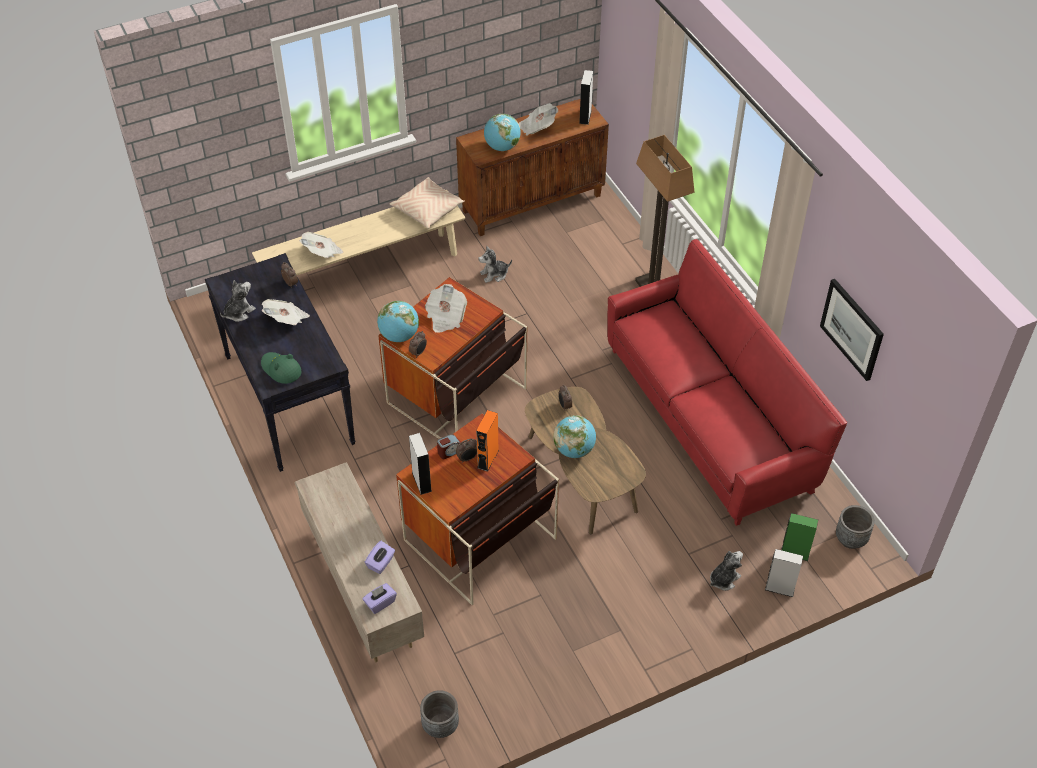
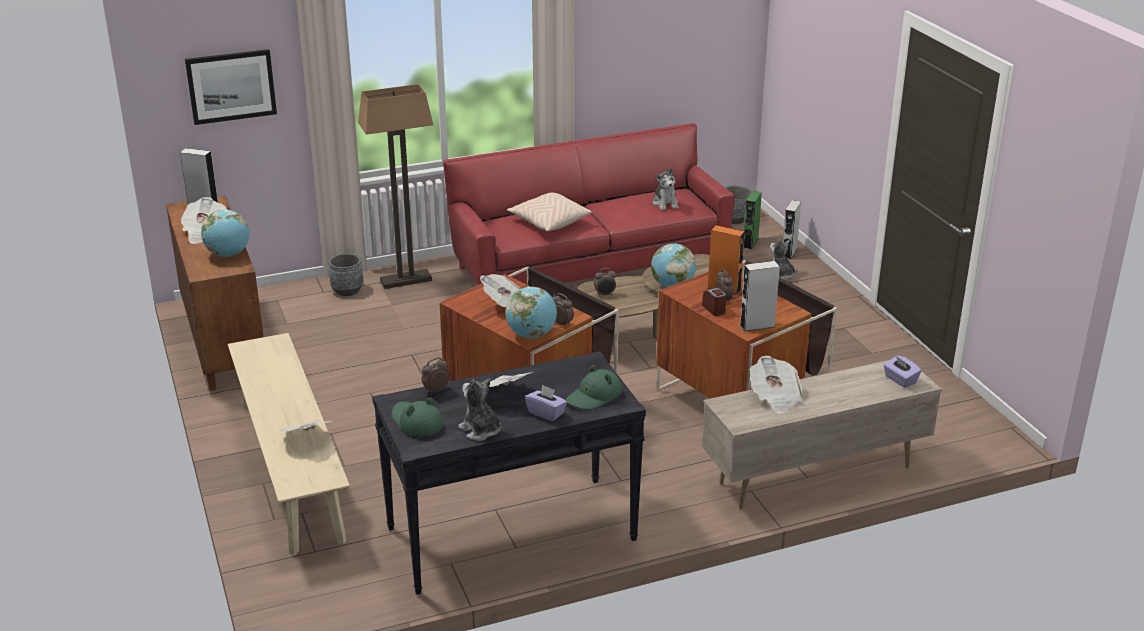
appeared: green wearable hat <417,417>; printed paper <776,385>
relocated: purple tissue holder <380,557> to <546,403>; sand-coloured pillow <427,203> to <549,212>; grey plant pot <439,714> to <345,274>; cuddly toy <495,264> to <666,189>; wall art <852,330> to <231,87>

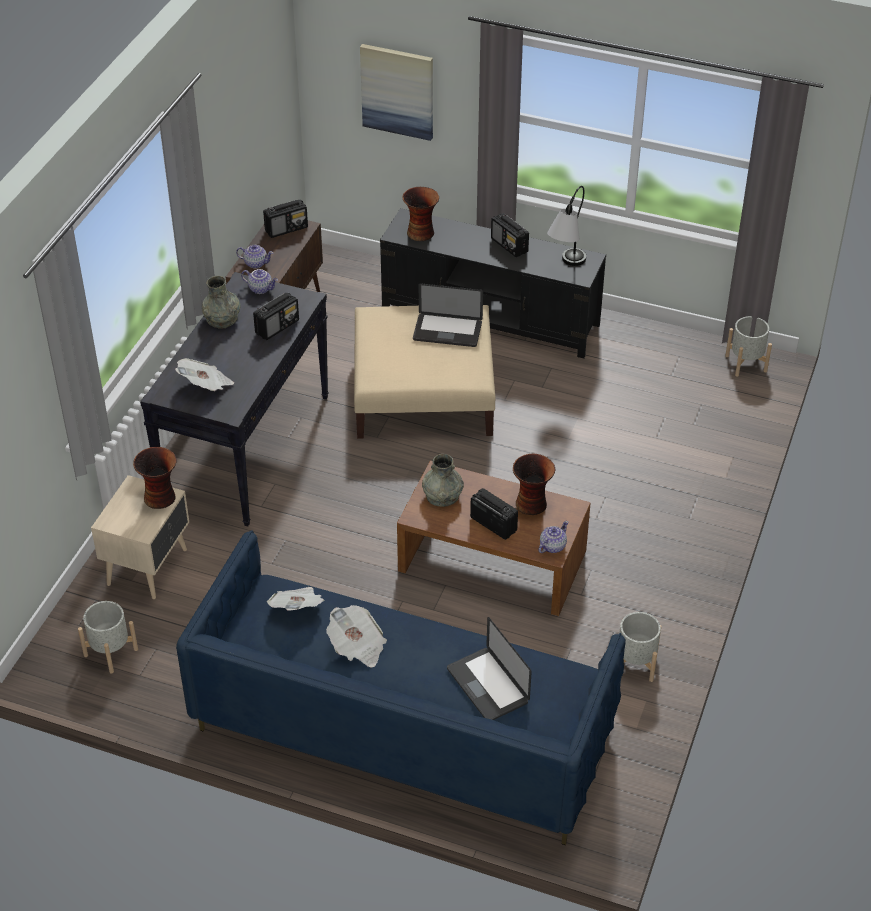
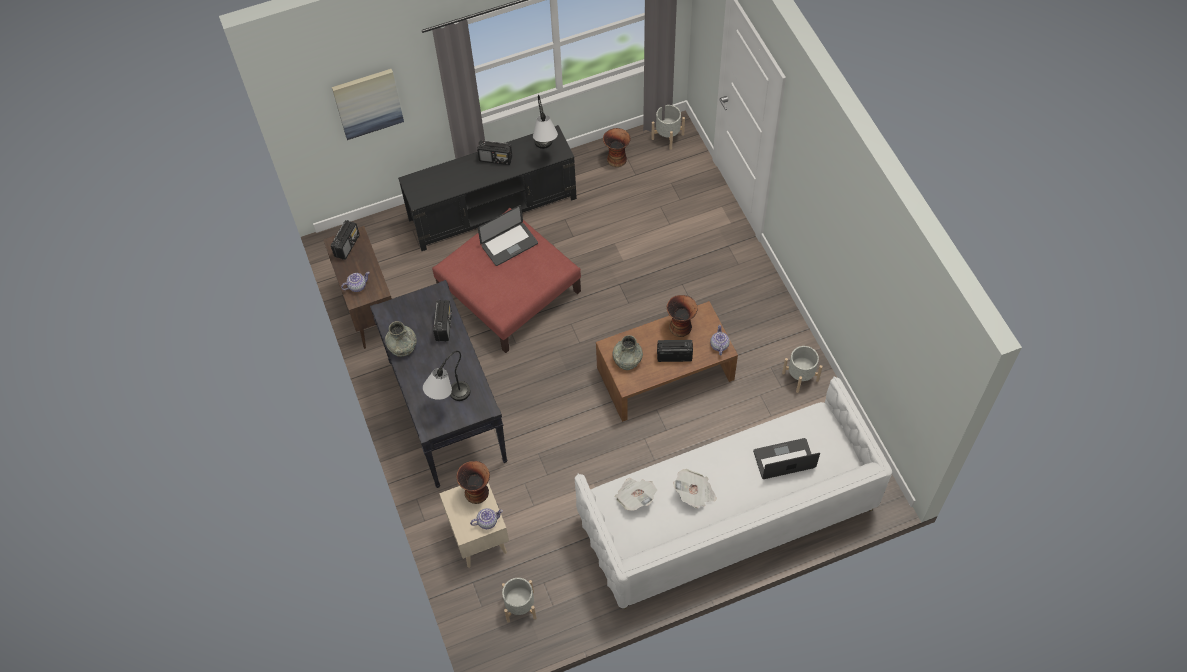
relocated: pot for tea <259,281> to <486,518>; flower vase <421,214> to <616,147>
exchanged: printed paper <204,374> to table lamp <447,376>
colour: blue settee <401,688> to white-coloured settee <733,493>; sand-coloured footrest <425,372> to red-coloured footrest <506,280>
spun: notebook computer <489,668> = <786,458> 150 degrees clockwise

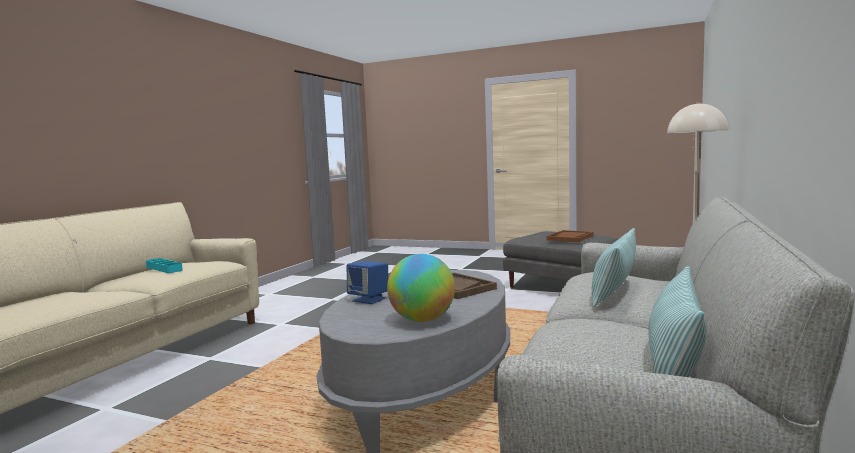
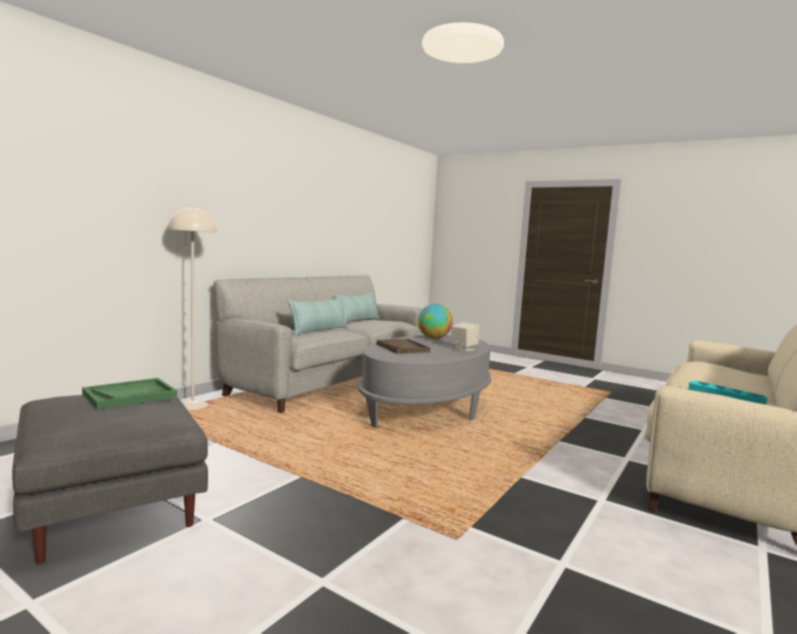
colour: blue speaker <367,282> to sand-coloured speaker <465,337>; brown-coloured carrying tray <569,236> to green carrying tray <129,394>

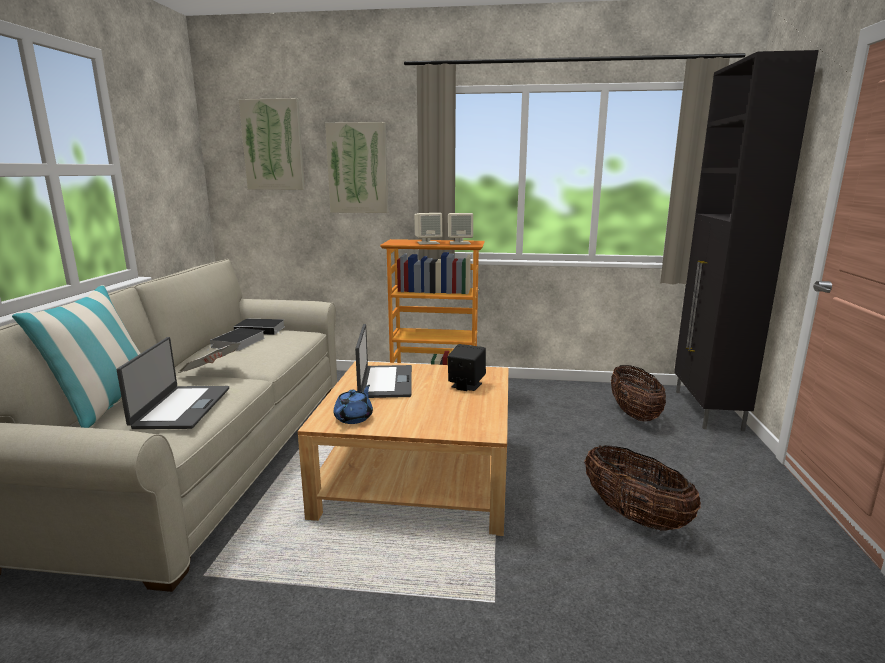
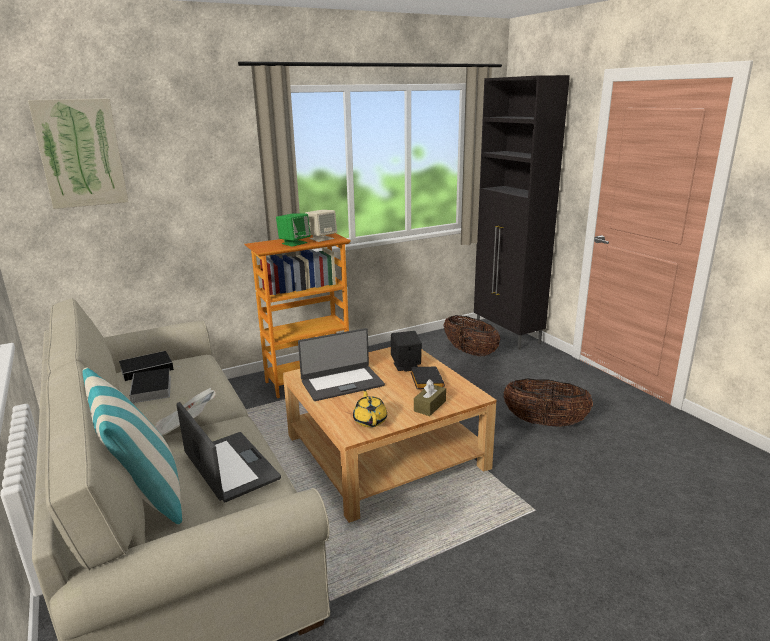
missing: wall art <356,167>
appeared: black book <428,378>; brown-coloured tissue holder <430,397>
colour: blue pot for tea <353,404> to yellow pot for tea <370,408>; sand-coloured speaker <428,229> to green speaker <293,230>
spun: notebook computer <383,361> = <341,364> 105 degrees clockwise

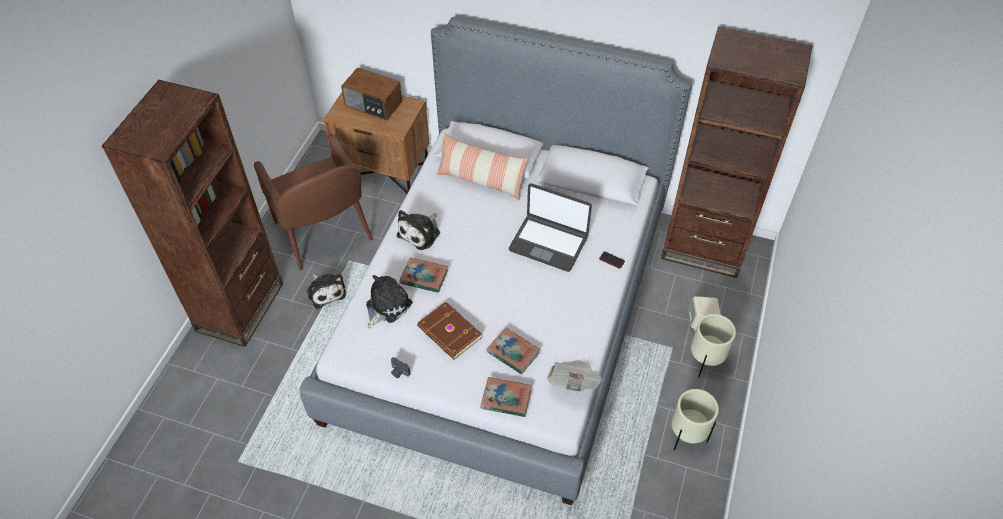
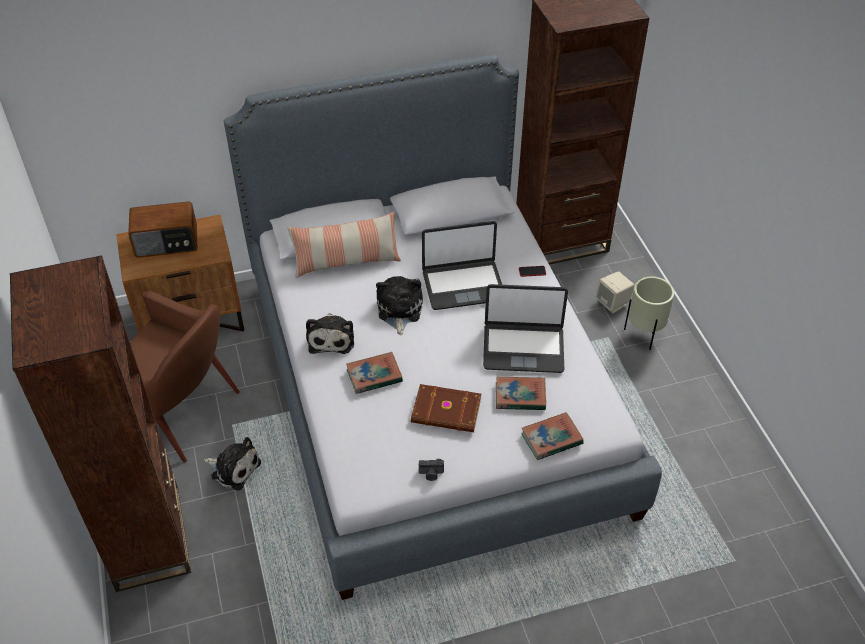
missing: printed paper <575,375>; sand-coloured plant pot <695,420>
appeared: notebook computer <525,328>
relocated: cuddly toy <389,302> to <399,305>

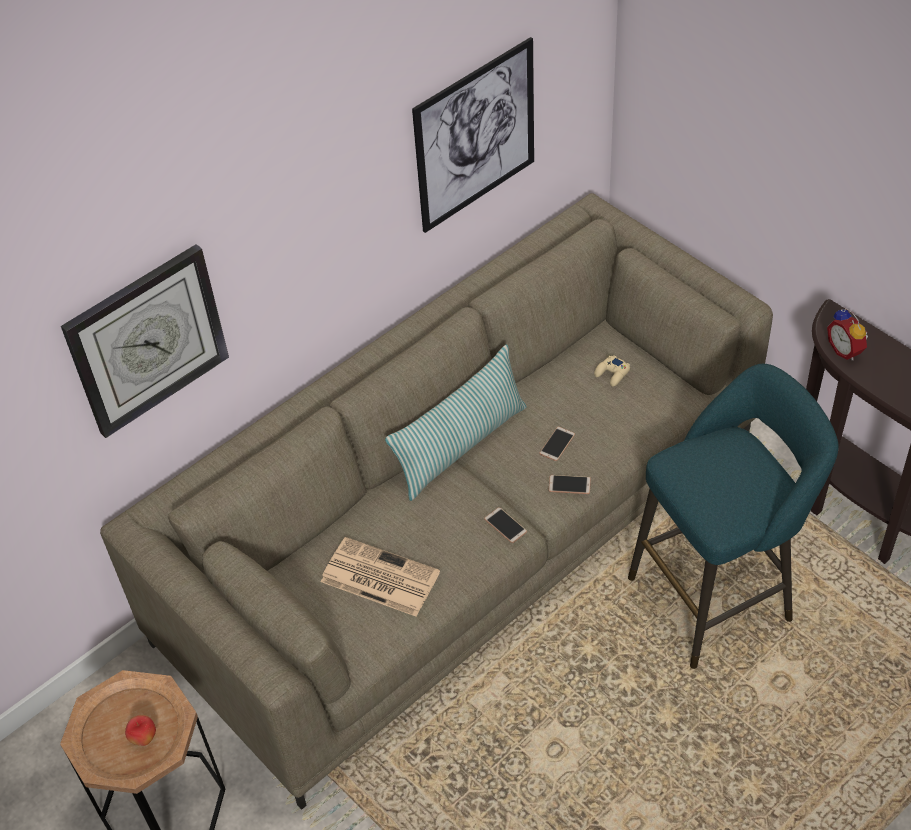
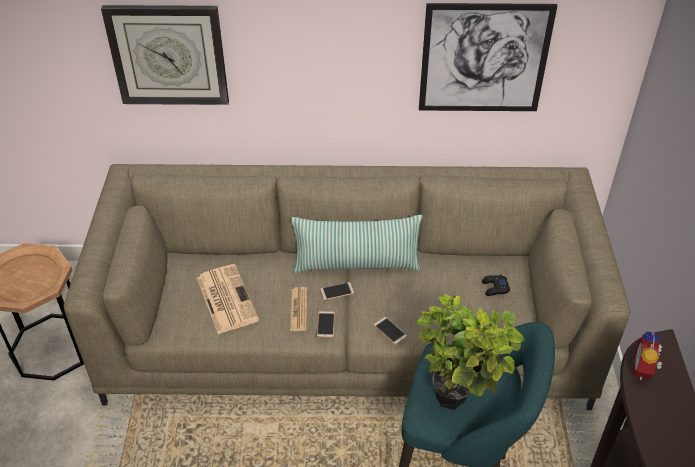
missing: apple <140,730>
appeared: printed paper <298,309>; houseplant <470,352>
relocated: handset <557,443> to <337,291>
colour: sand-coloured gamepad <612,371> to black gamepad <496,285>

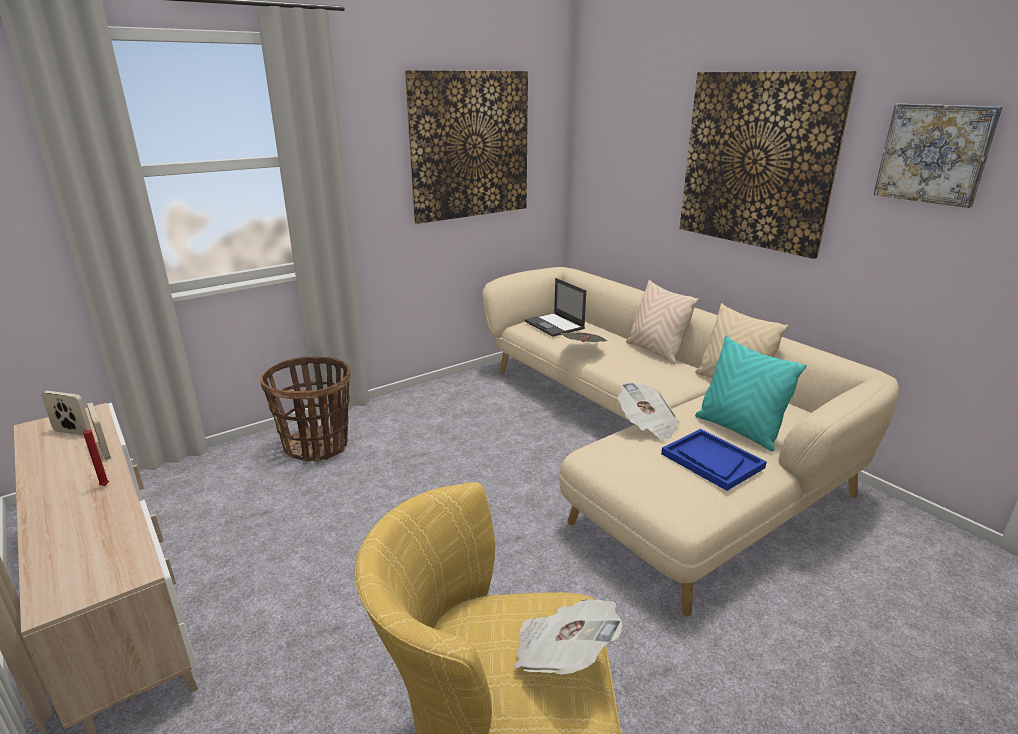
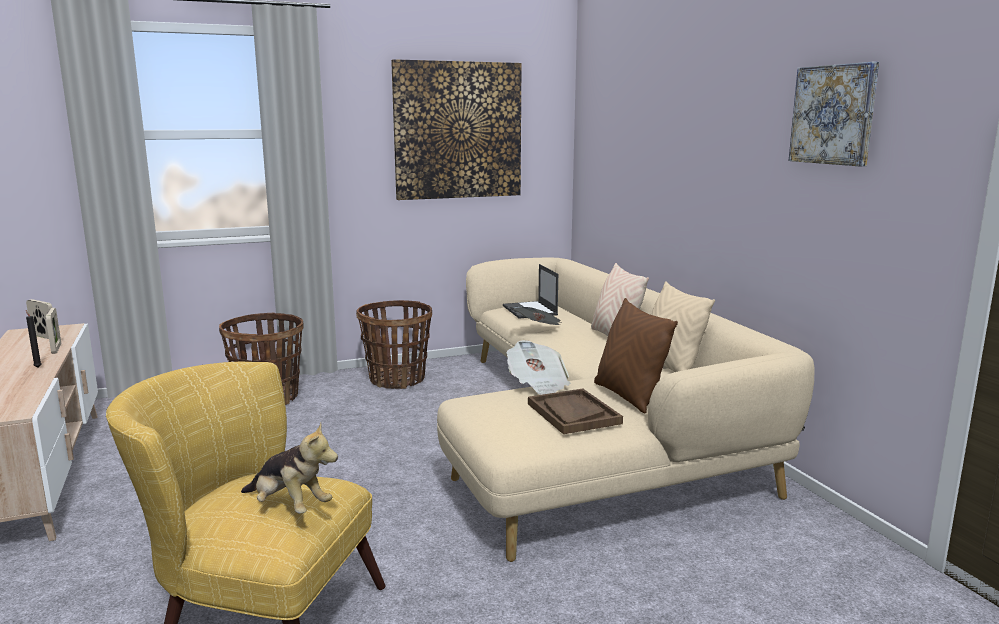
missing: wall art <768,165>
appeared: household basket <394,344>
exchanged: printed paper <568,637> to cuddly toy <289,468>
colour: red-coloured candle <94,455> to black candle <34,338>; blue carrying tray <714,460> to brown-coloured carrying tray <575,411>; turquoise-coloured pillow <751,394> to brown-coloured pillow <636,355>

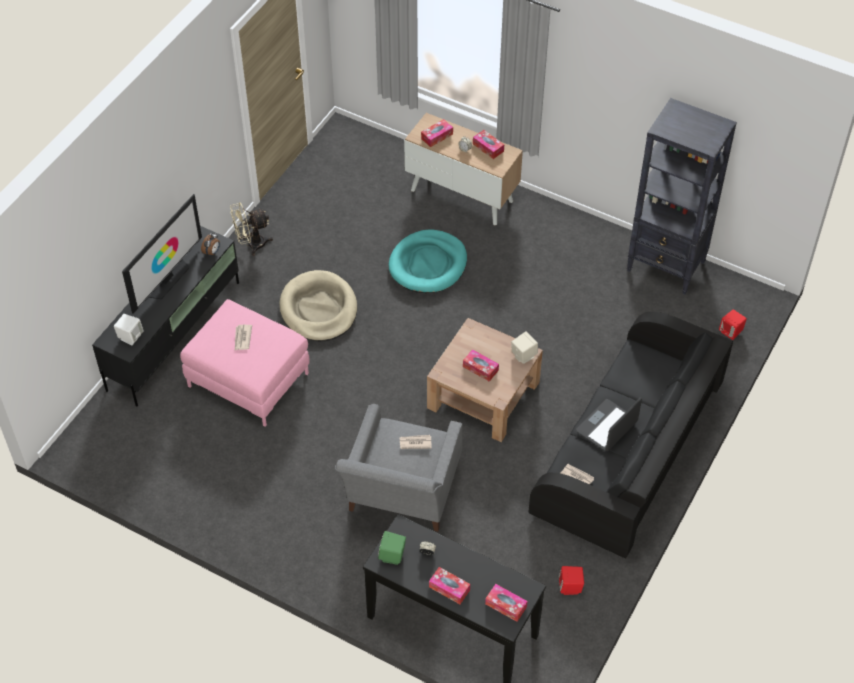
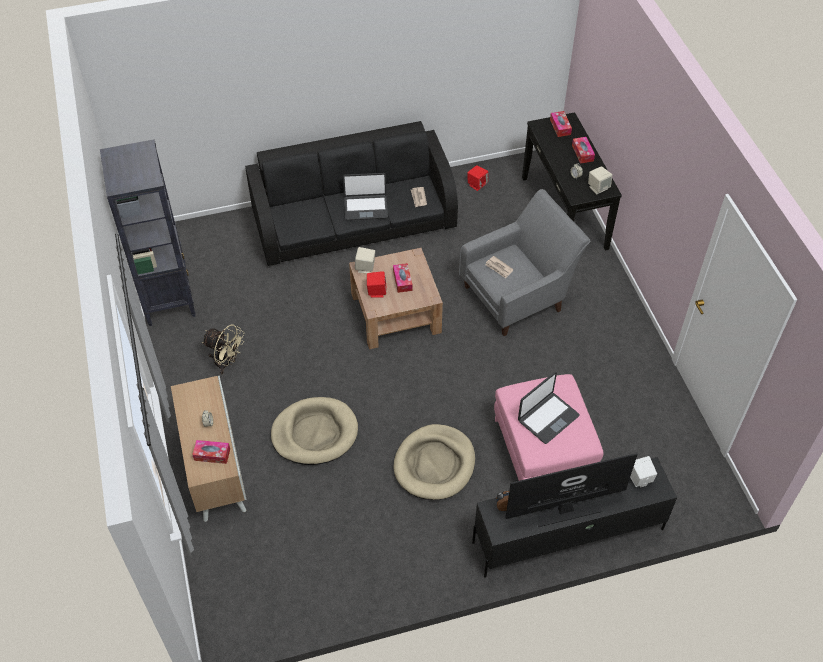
missing: tissue holder <488,144>
relocated: sand-coloured fan <251,229> to <223,349>; red-coloured speaker <733,325> to <377,284>
exchanged: printed paper <243,337> to notebook computer <548,408>
colour: green speaker <392,548> to sand-coloured speaker <600,180>; turquoise-coloured pet bed <428,261> to sand-coloured pet bed <314,431>

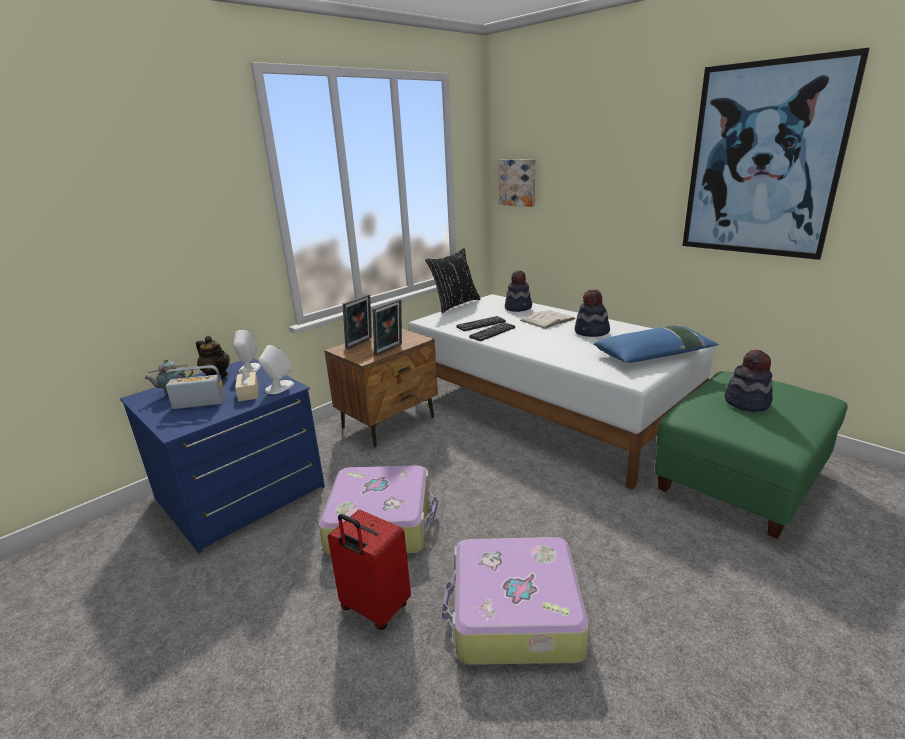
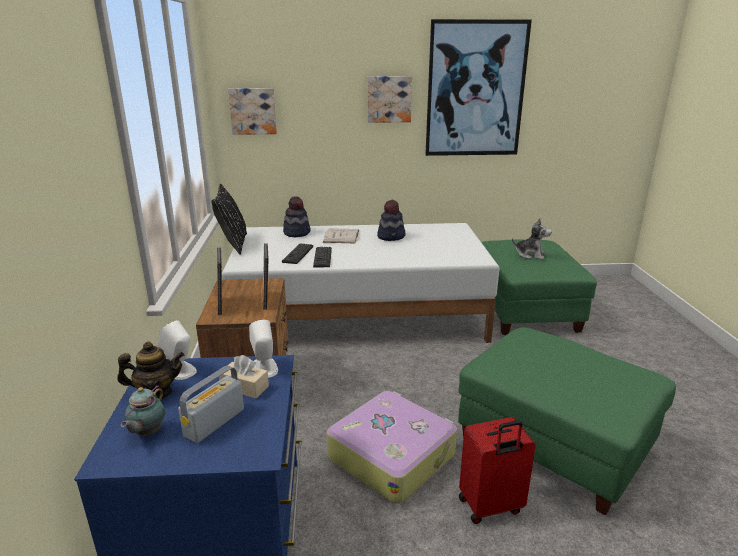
missing: blue pillow <656,344>
appeared: wall art <390,99>
exchanged: travel case <515,601> to green footrest <567,421>; wearable hat <749,380> to cuddly toy <532,239>

